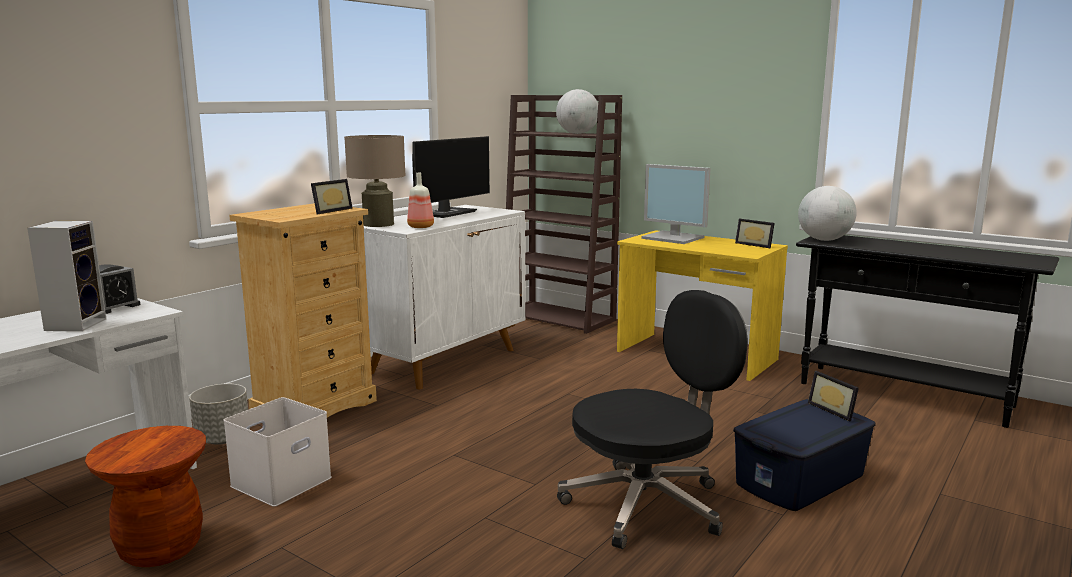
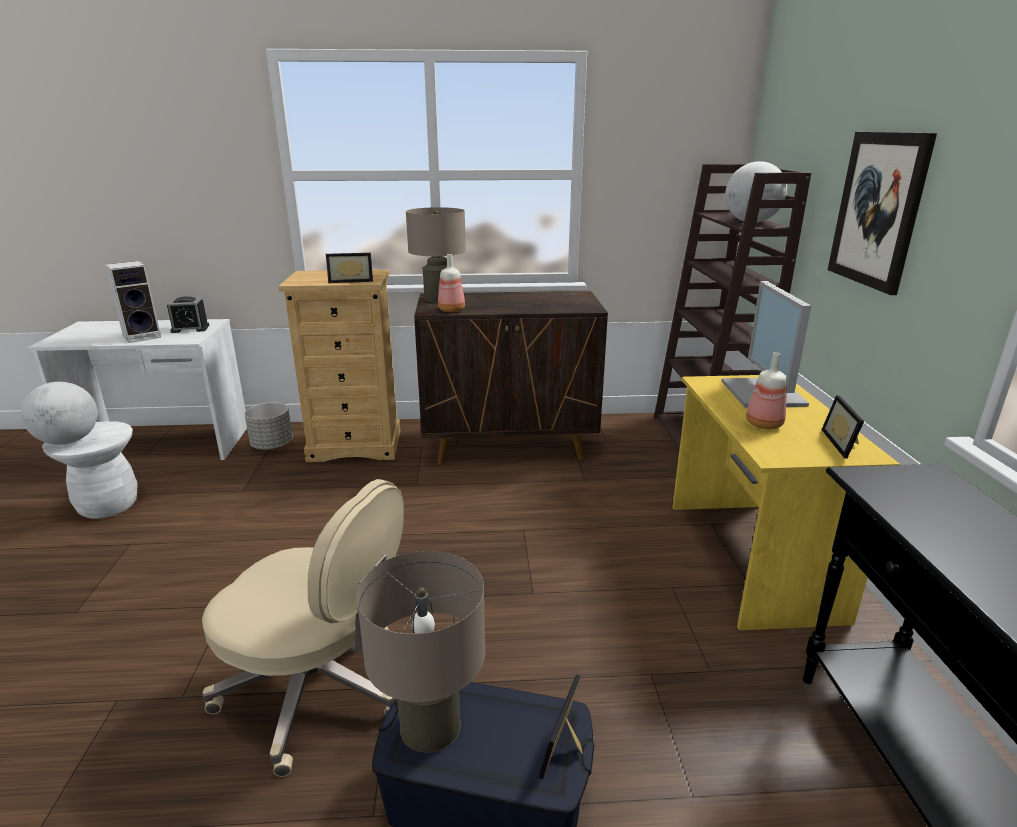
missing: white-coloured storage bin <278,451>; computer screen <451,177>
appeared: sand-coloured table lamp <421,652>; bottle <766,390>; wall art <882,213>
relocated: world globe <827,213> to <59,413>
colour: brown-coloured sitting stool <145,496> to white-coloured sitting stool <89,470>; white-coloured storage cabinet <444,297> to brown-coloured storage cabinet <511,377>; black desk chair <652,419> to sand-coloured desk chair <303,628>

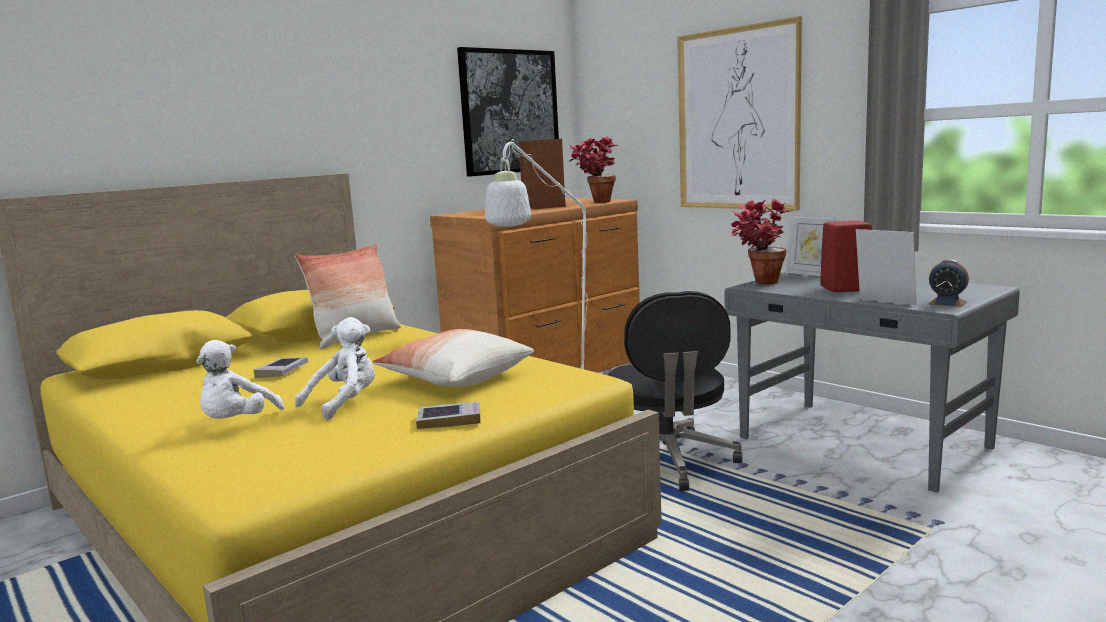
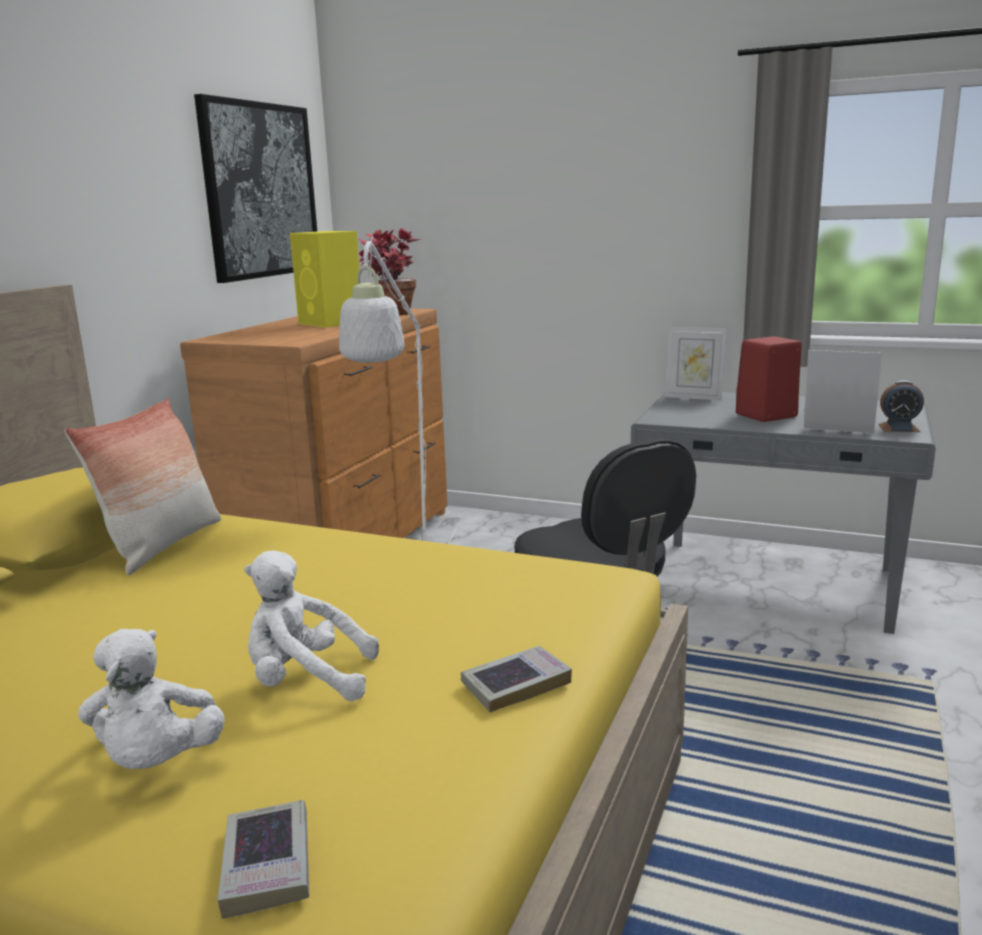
missing: pillow <453,358>; wall art <739,113>; houseplant <762,241>
relocated: book <281,367> to <263,859>
colour: brown-coloured speaker <542,174> to yellow speaker <325,279>
spun: white-coloured cuddly toy <335,368> = <311,626> 105 degrees counterclockwise

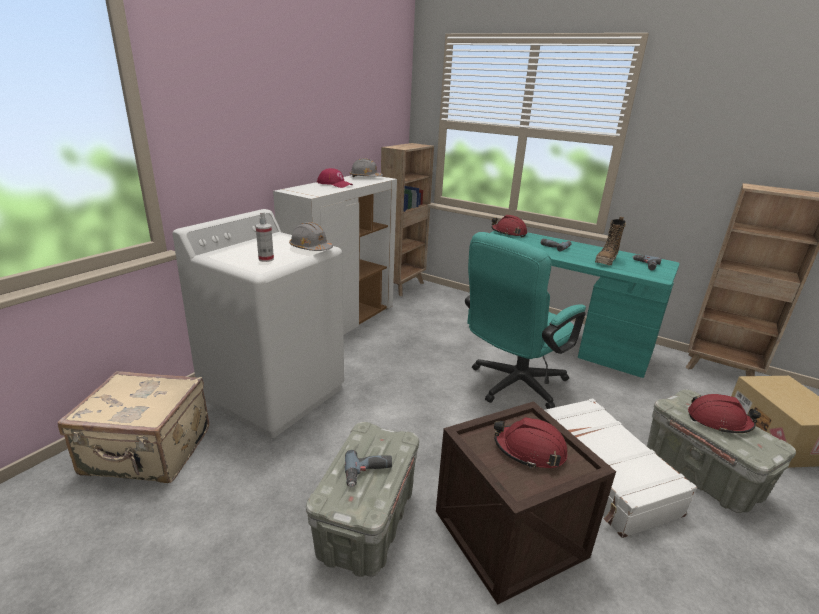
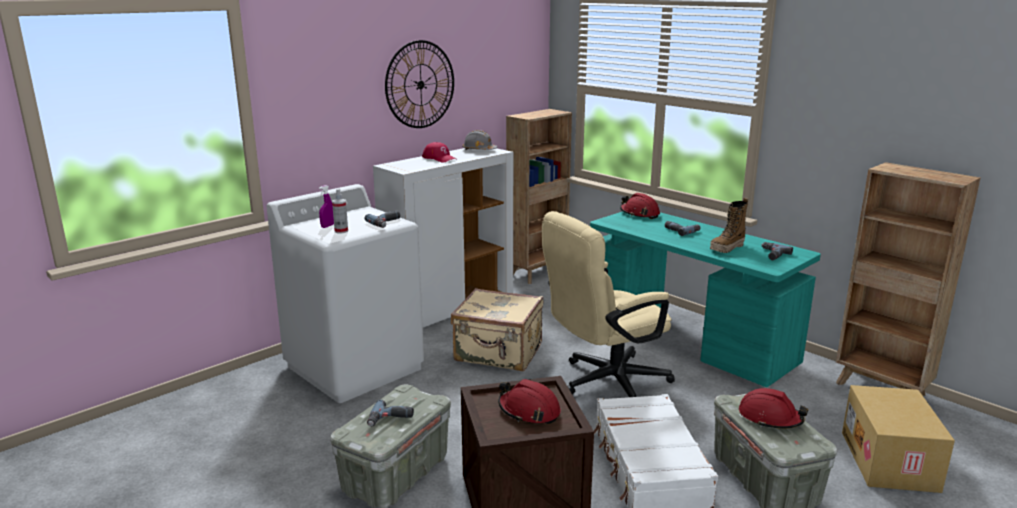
appeared: purple sprayer <326,206>; wall clock <419,84>
relocated: sand-coloured travel case <133,427> to <497,329>
exchanged: grey hard hat <311,236> to drill <382,219>
colour: turquoise-coloured desk chair <525,320> to sand-coloured desk chair <608,304>

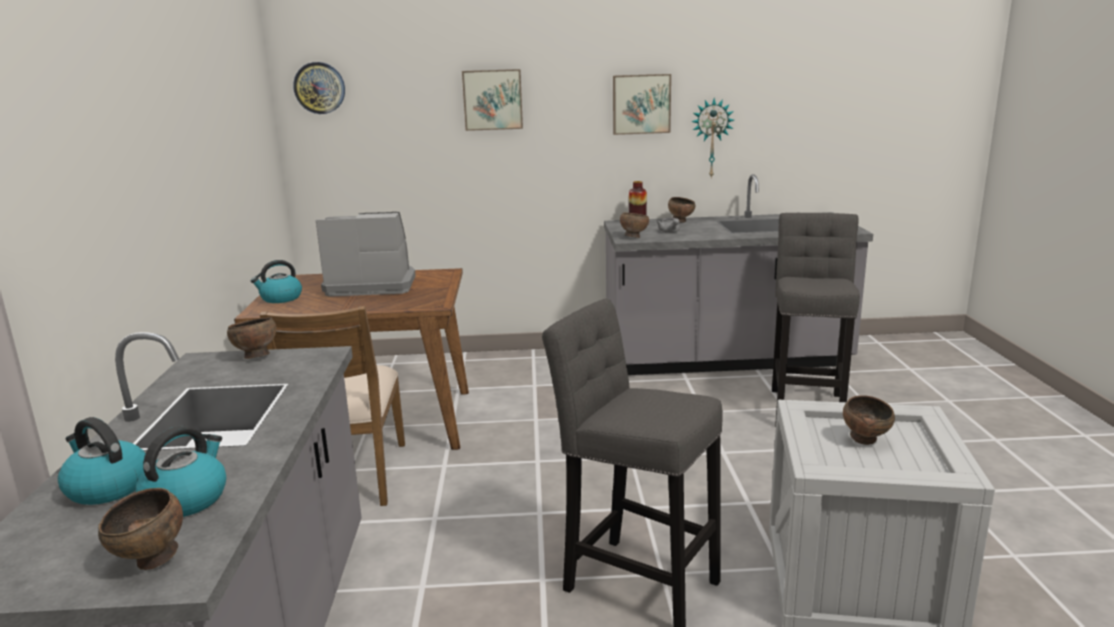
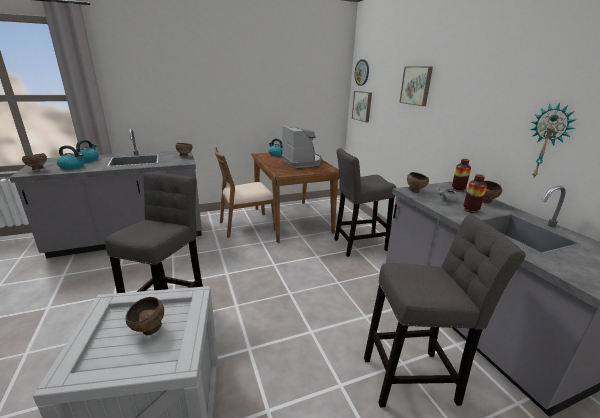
appeared: grey sitting stool <365,202>; flower vase <475,193>
relocated: wall art <642,104> to <362,106>

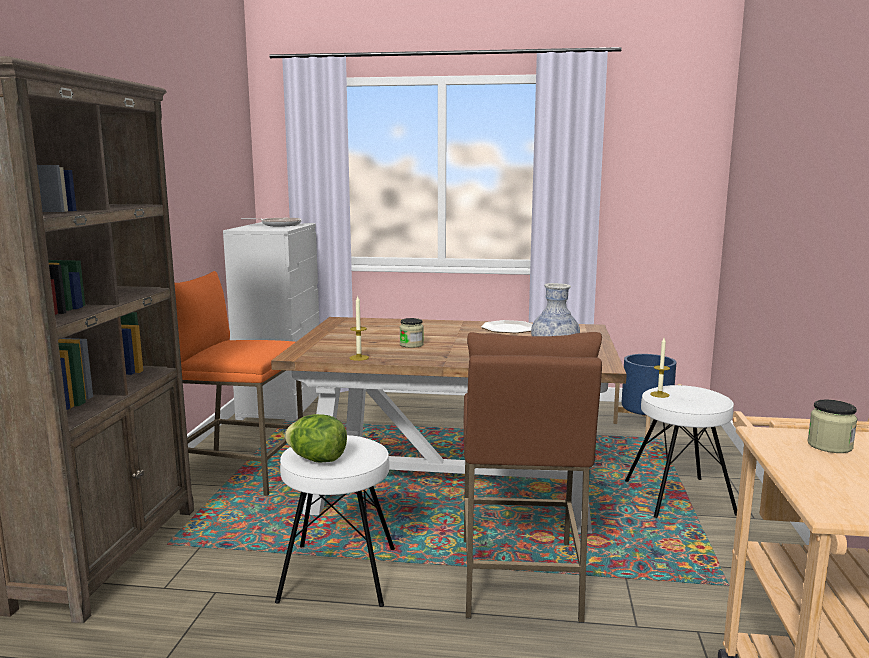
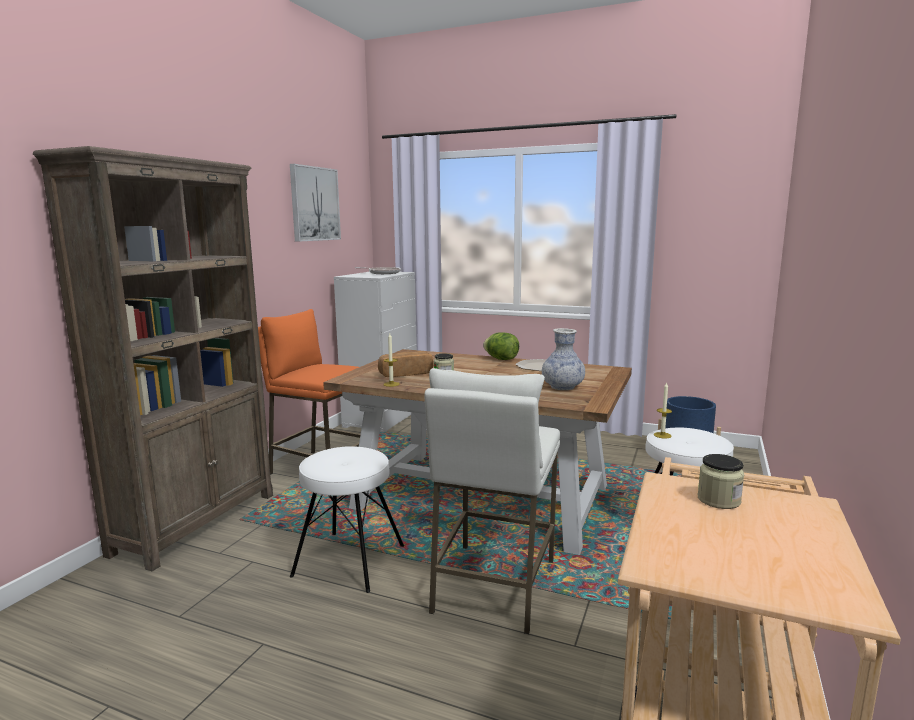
appeared: wall art <315,203>; bakery bread <405,364>
relocated: lettuce <316,438> to <501,346>
colour: brown-coloured sitting stool <532,477> to white-coloured sitting stool <492,501>

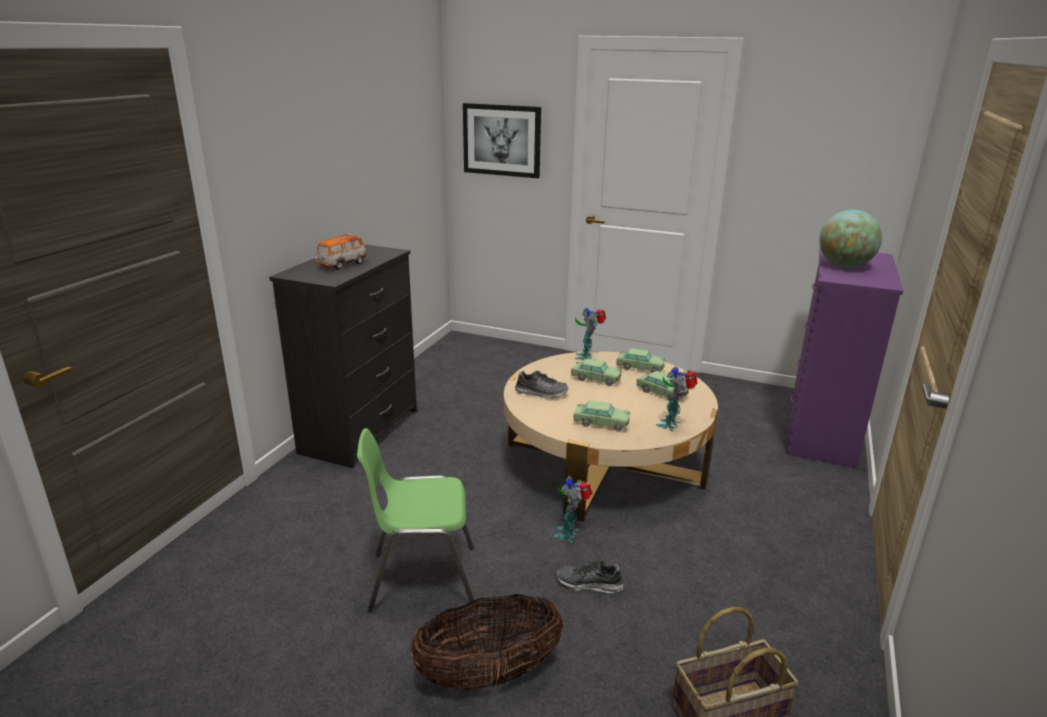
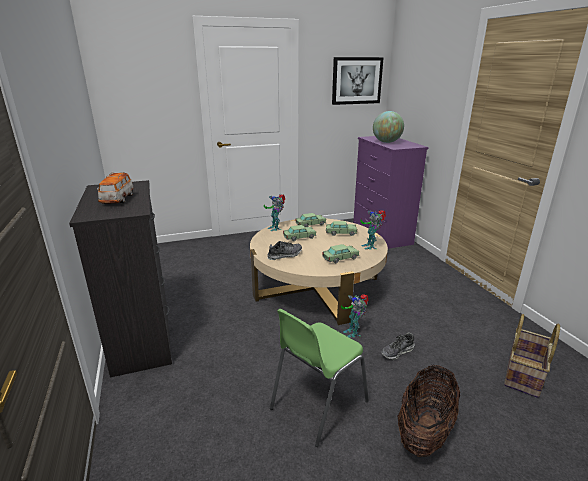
relocated: wall art <502,140> to <358,81>

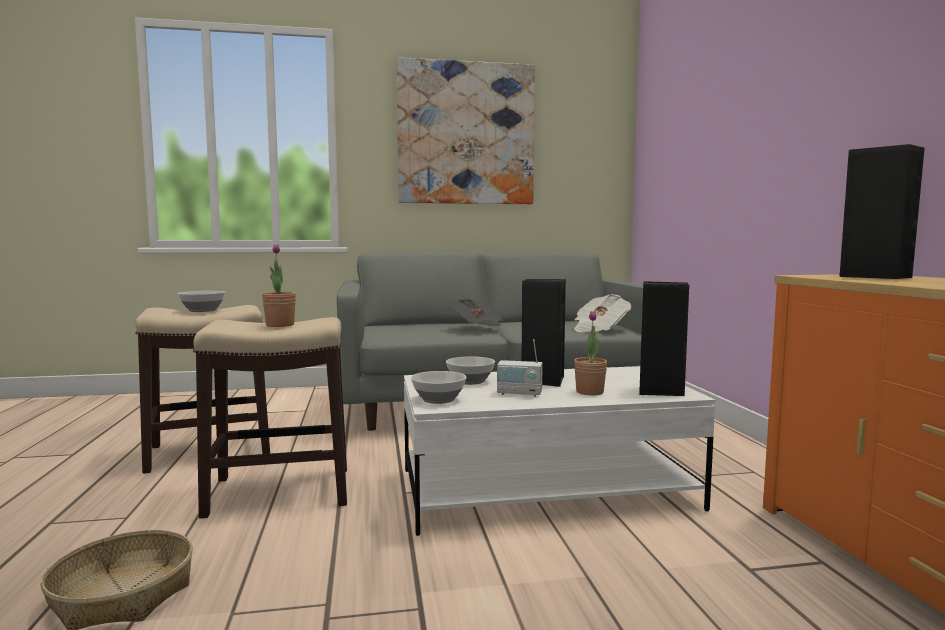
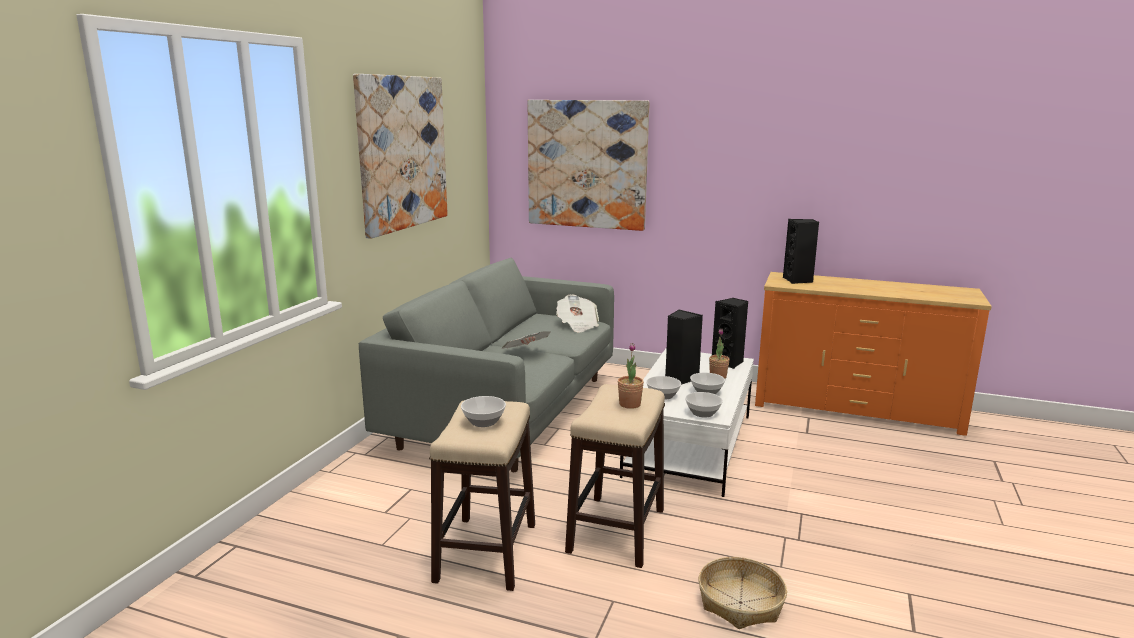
appeared: wall art <589,165>
exchanged: radio receiver <520,368> to serving bowl <707,383>

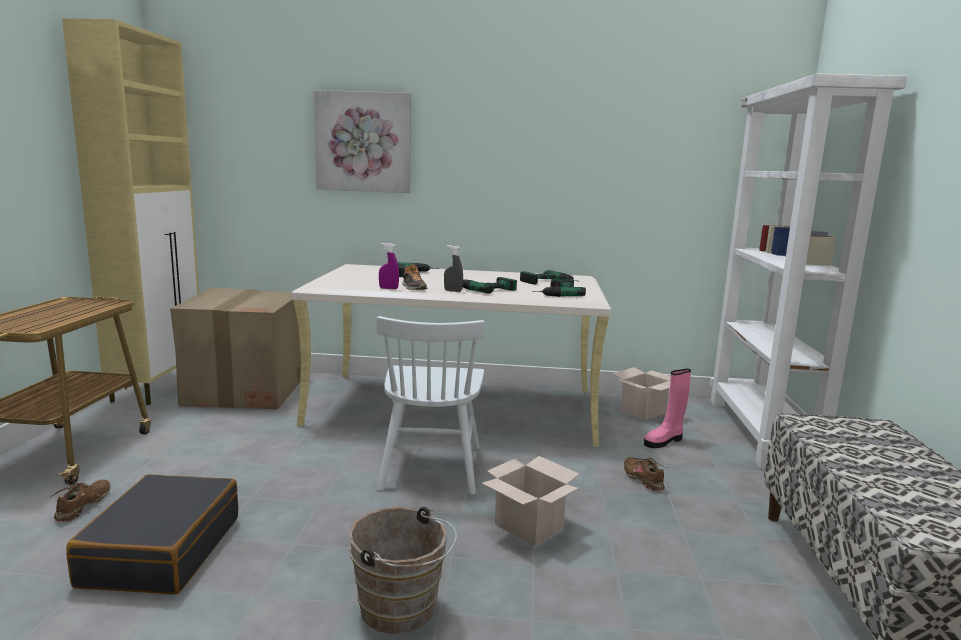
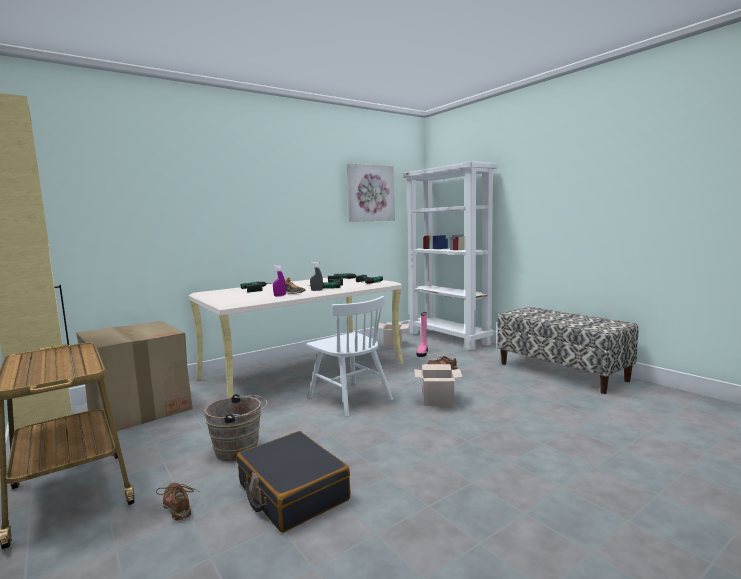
relocated: wall art <362,141> to <371,192>; brown-coloured bucket <403,570> to <236,427>

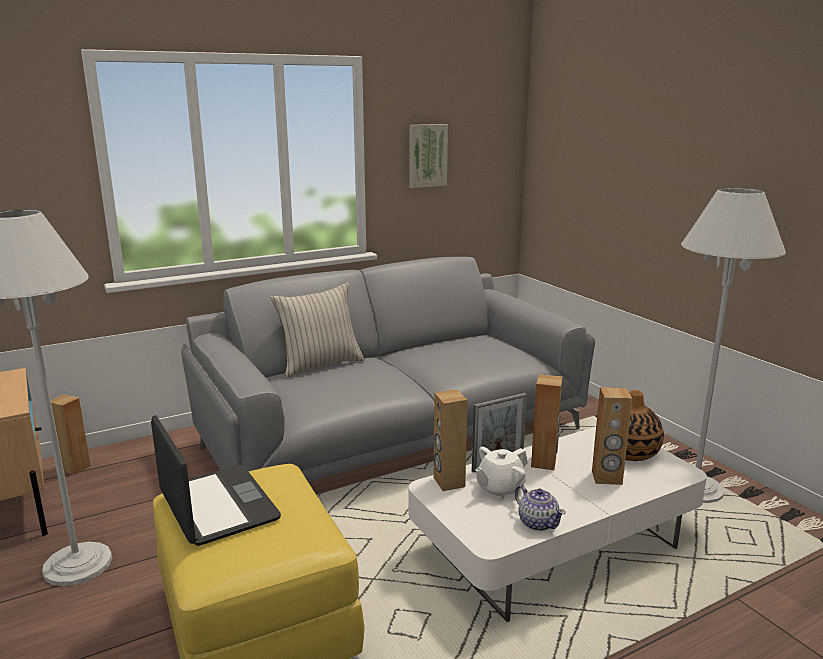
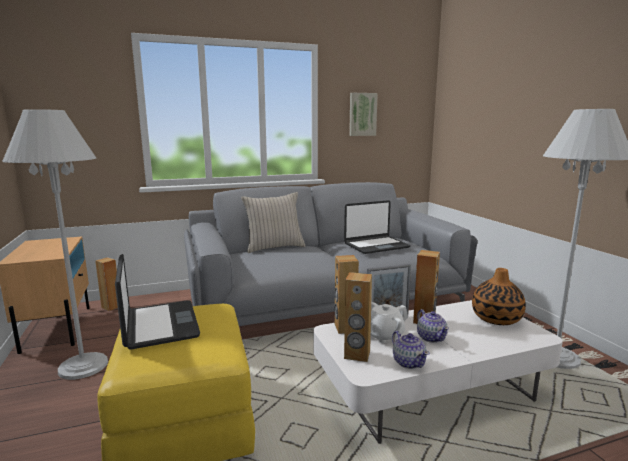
appeared: notebook computer <377,227>; pot for tea <433,326>
relocated: brown-coloured speaker <612,436> to <358,317>

